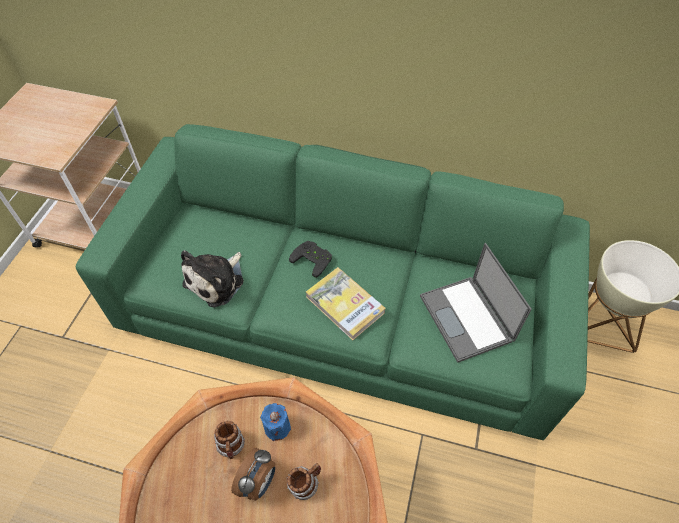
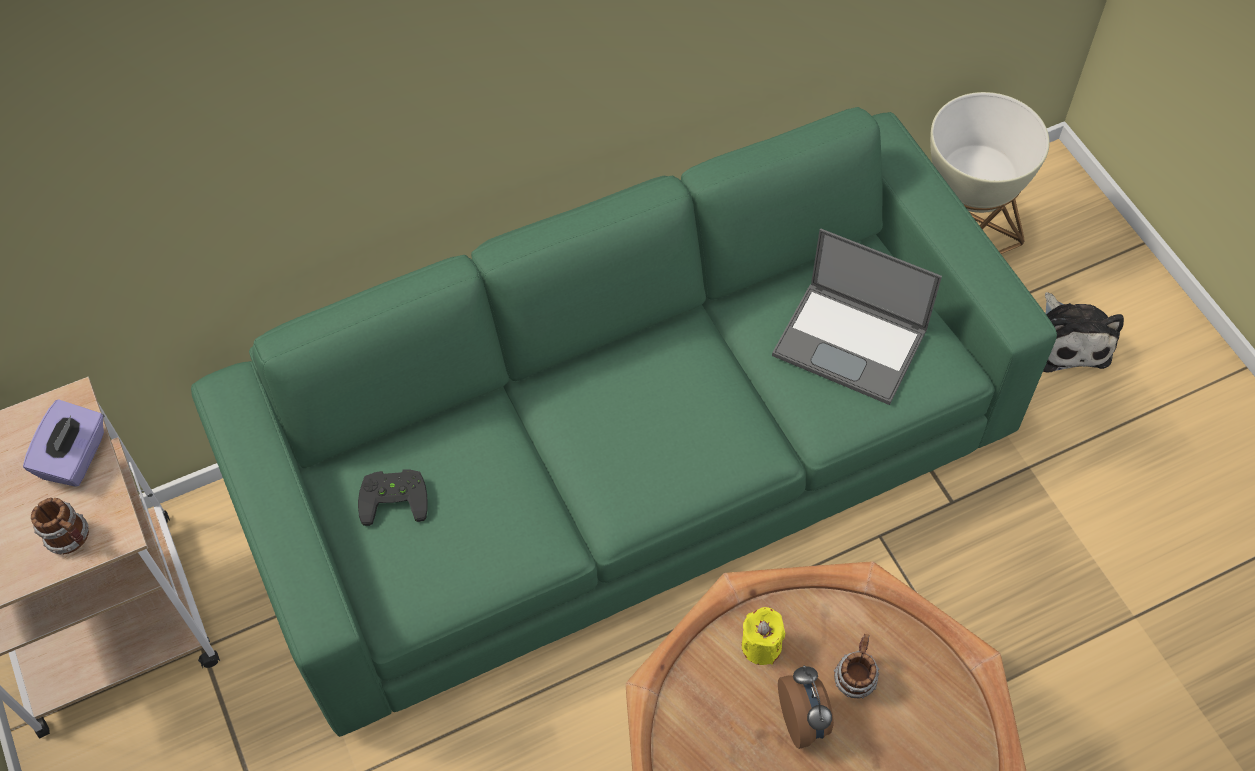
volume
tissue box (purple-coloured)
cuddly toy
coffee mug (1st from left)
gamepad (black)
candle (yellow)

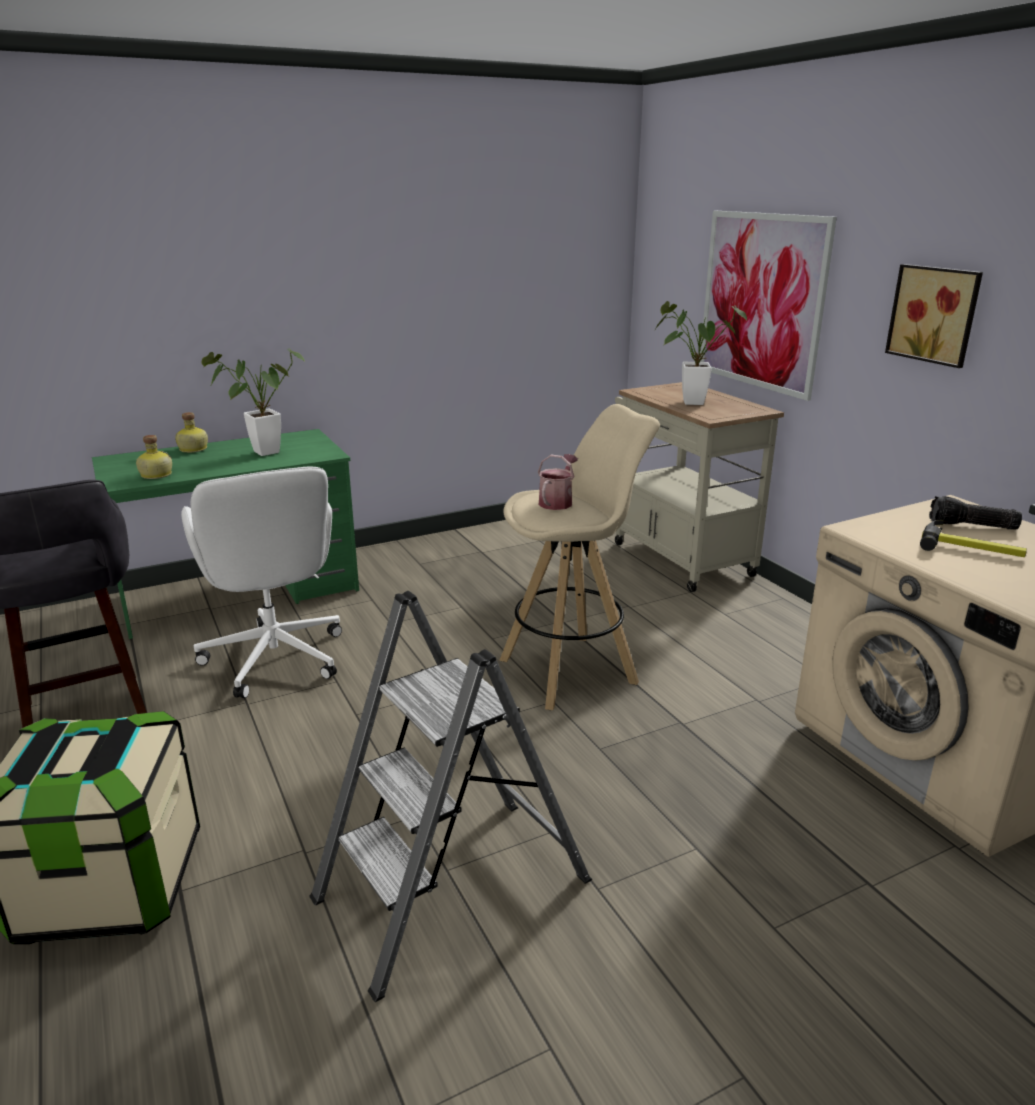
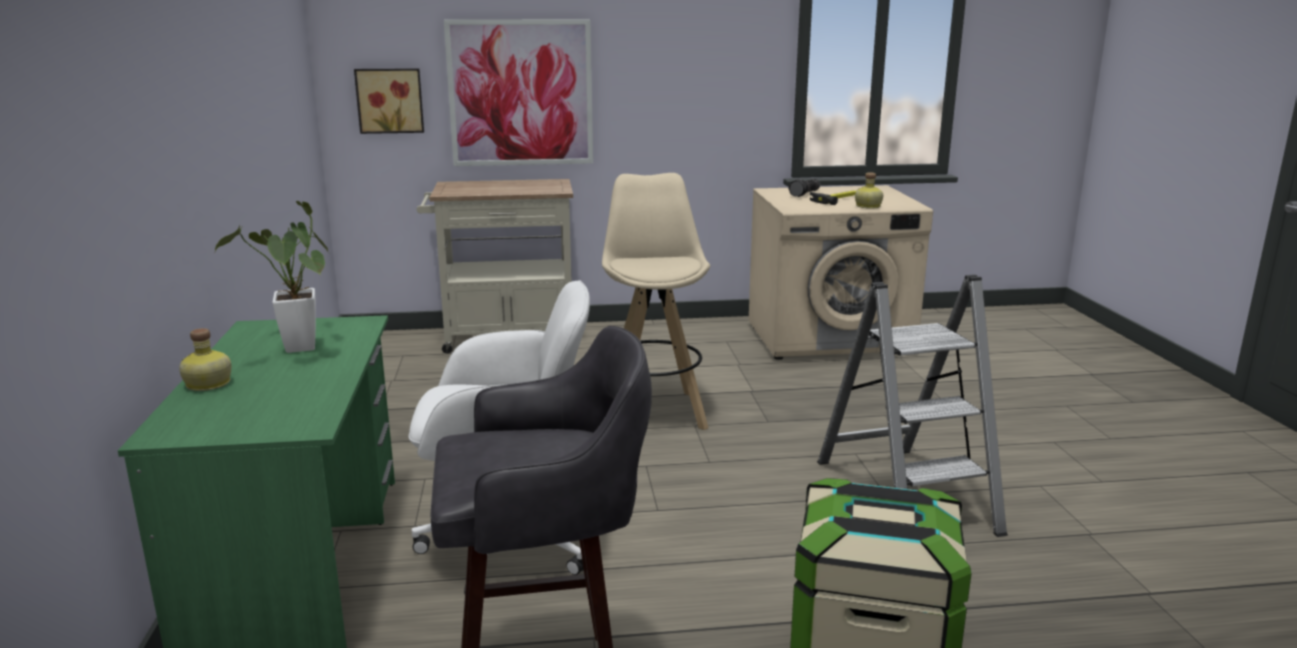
sprinkling can
plant in a pot (2nd from left in the first image)
drink bottle (2nd from left)
picture (1st from left)

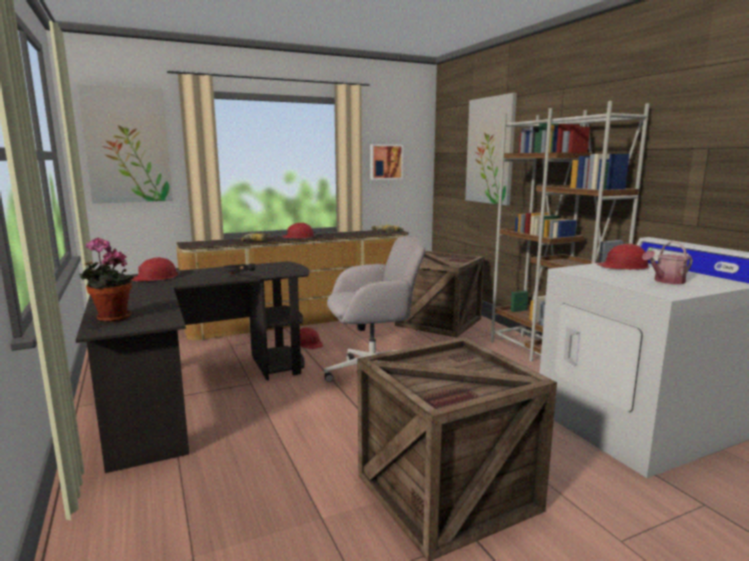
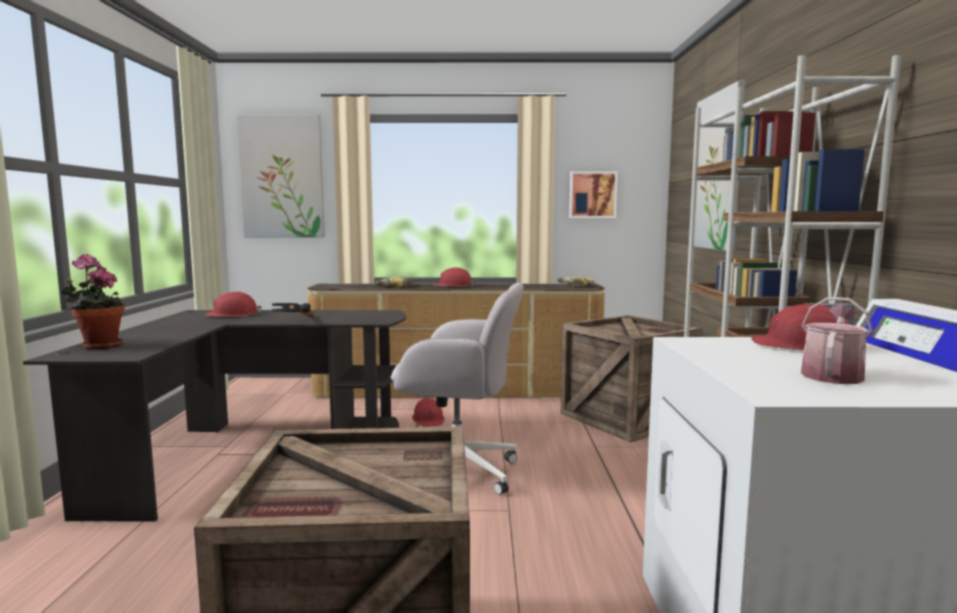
sprinkling can

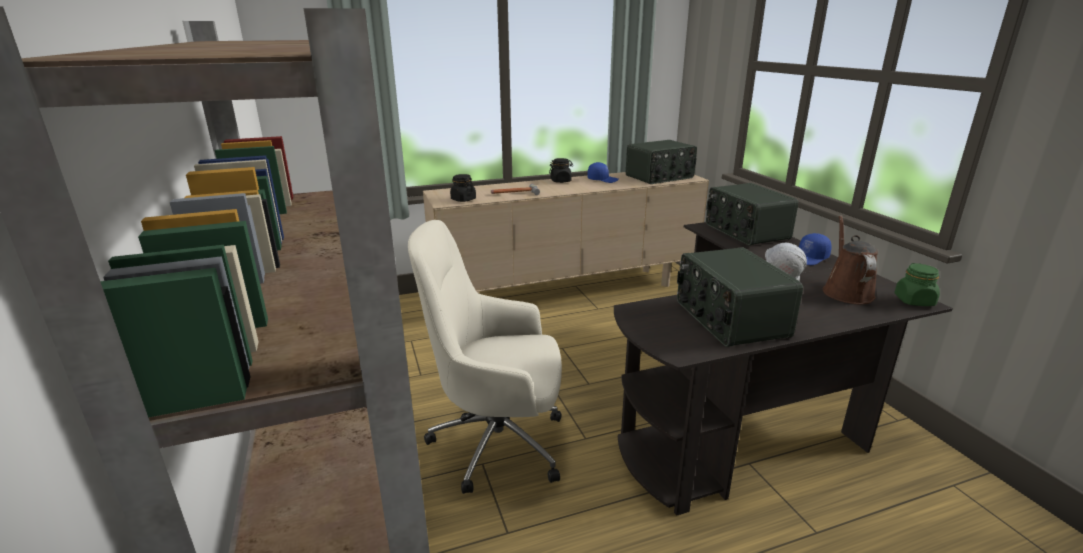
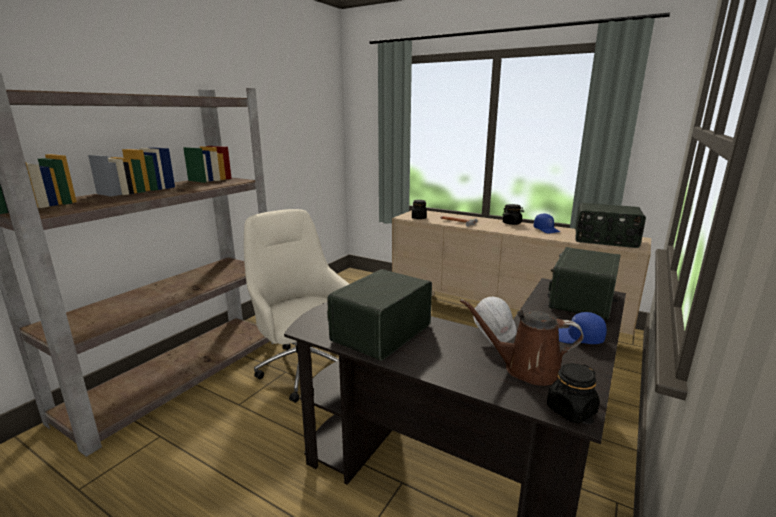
jar (black) (3rd from left)
sprinkling can (brown)

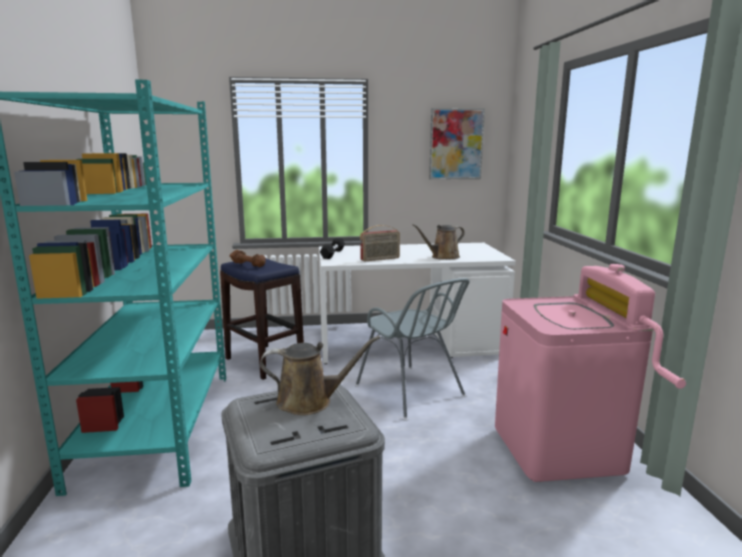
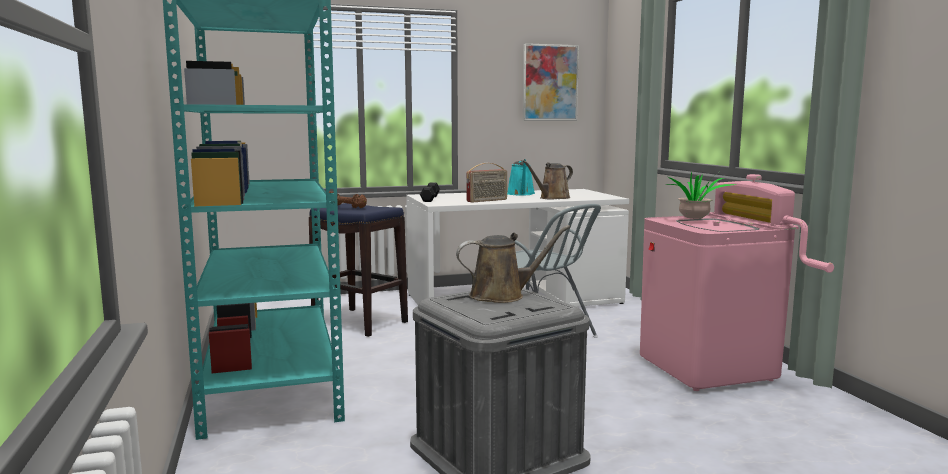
sprinkling can (blue-green)
plant in a pot

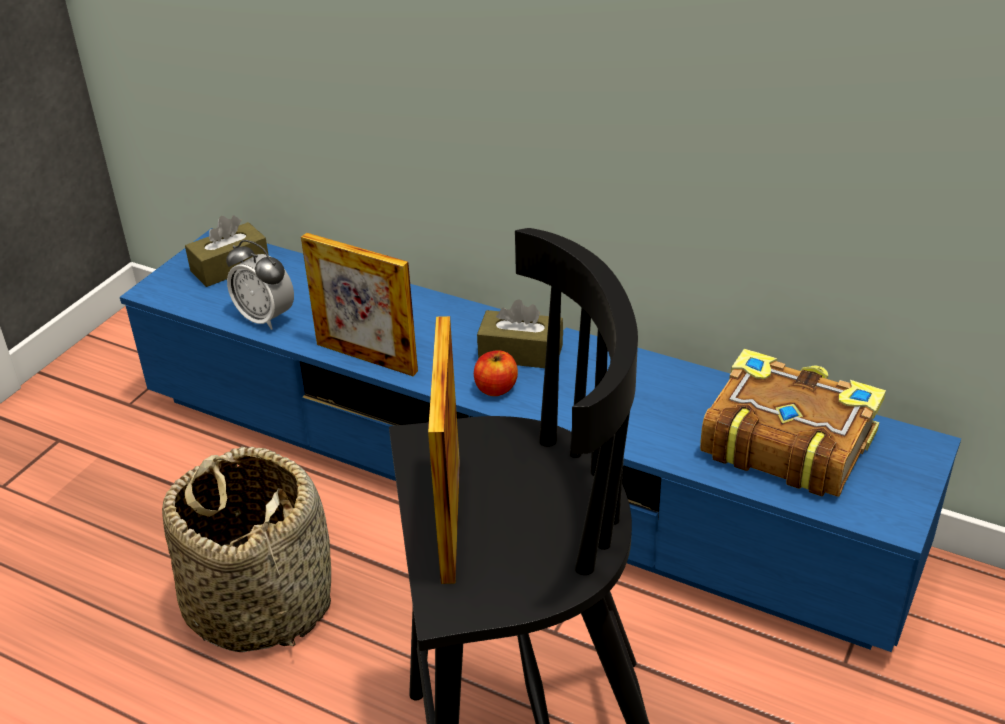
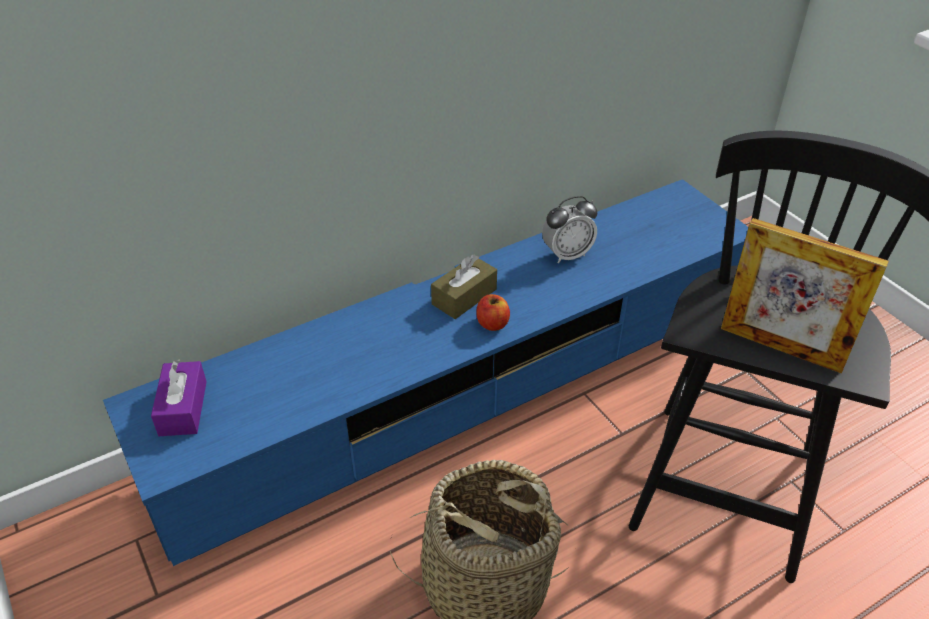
picture frame (1st from left in the first image)
volume
table clock
tissue box (purple-coloured)

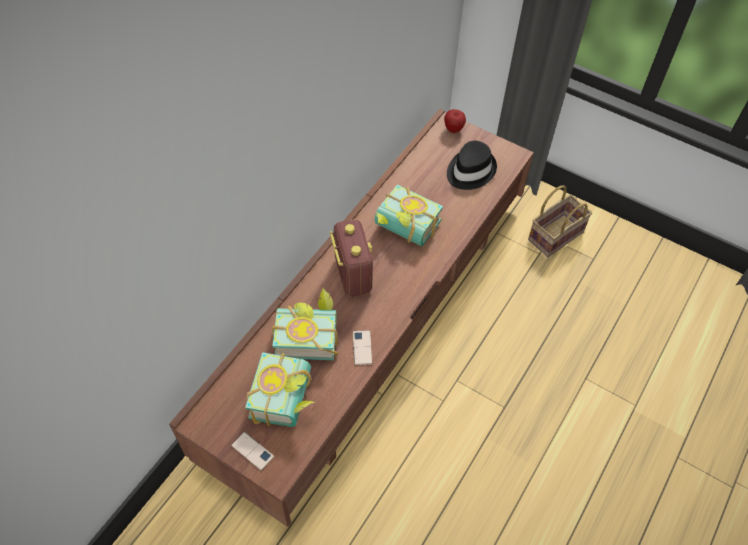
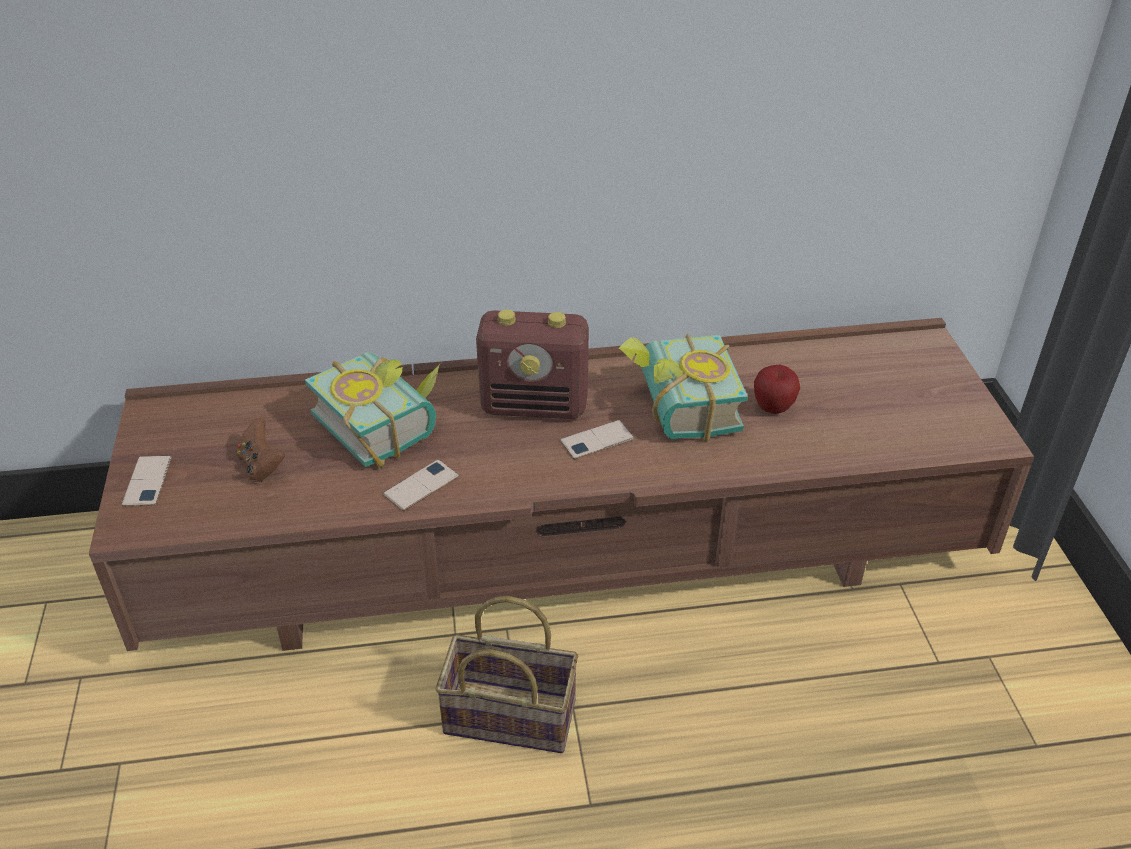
clothing hat (black)
phone (3rd from left)
apple
storage basket
gamepad (brown)
radio

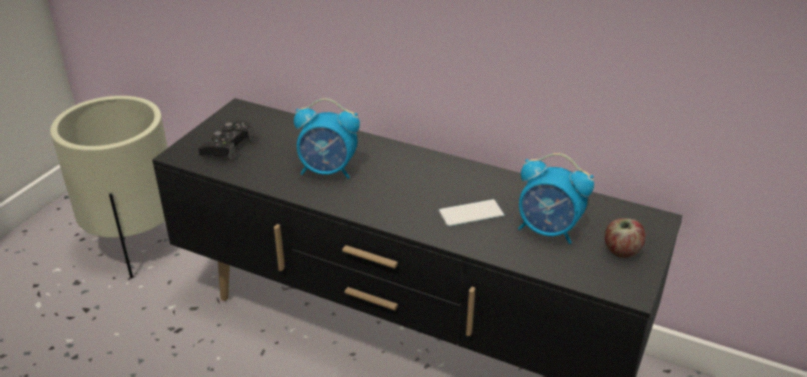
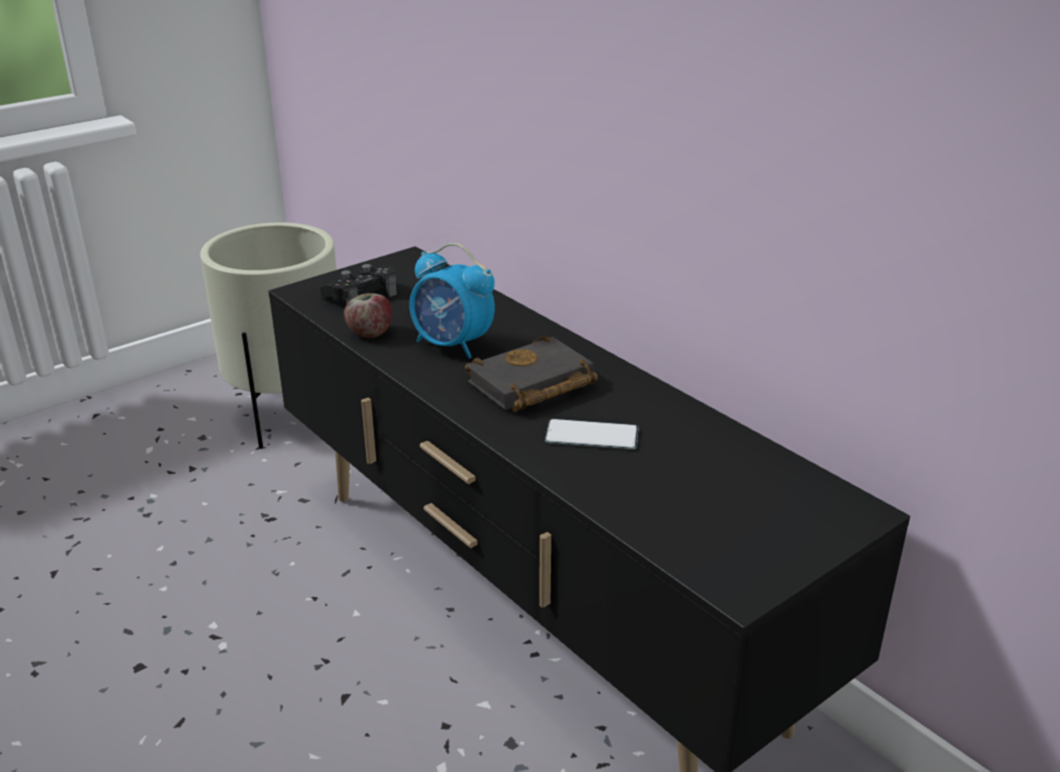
table clock (2nd from left in the first image)
volume (black)
apple

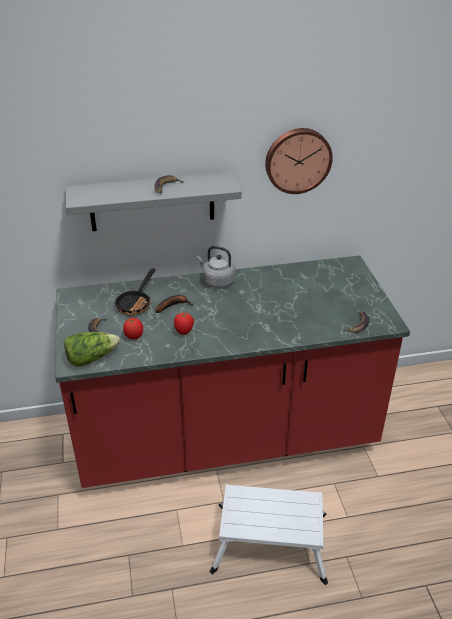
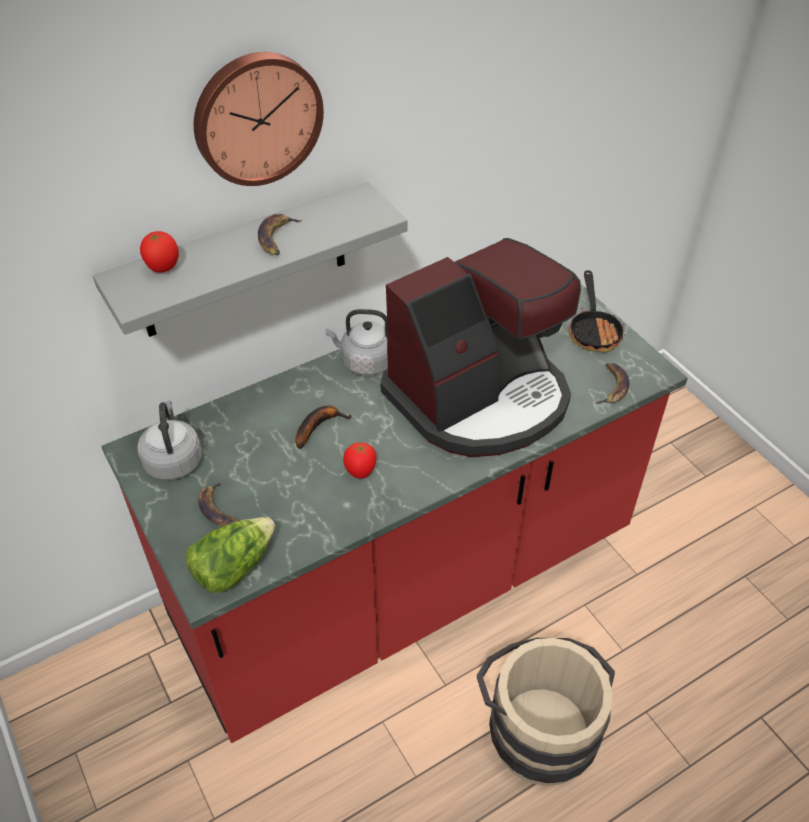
kettle (greyish) (1st from left)
coffee machine
skillet
whole tomato (1st from left)
clock on the wall
bucket (beige)

